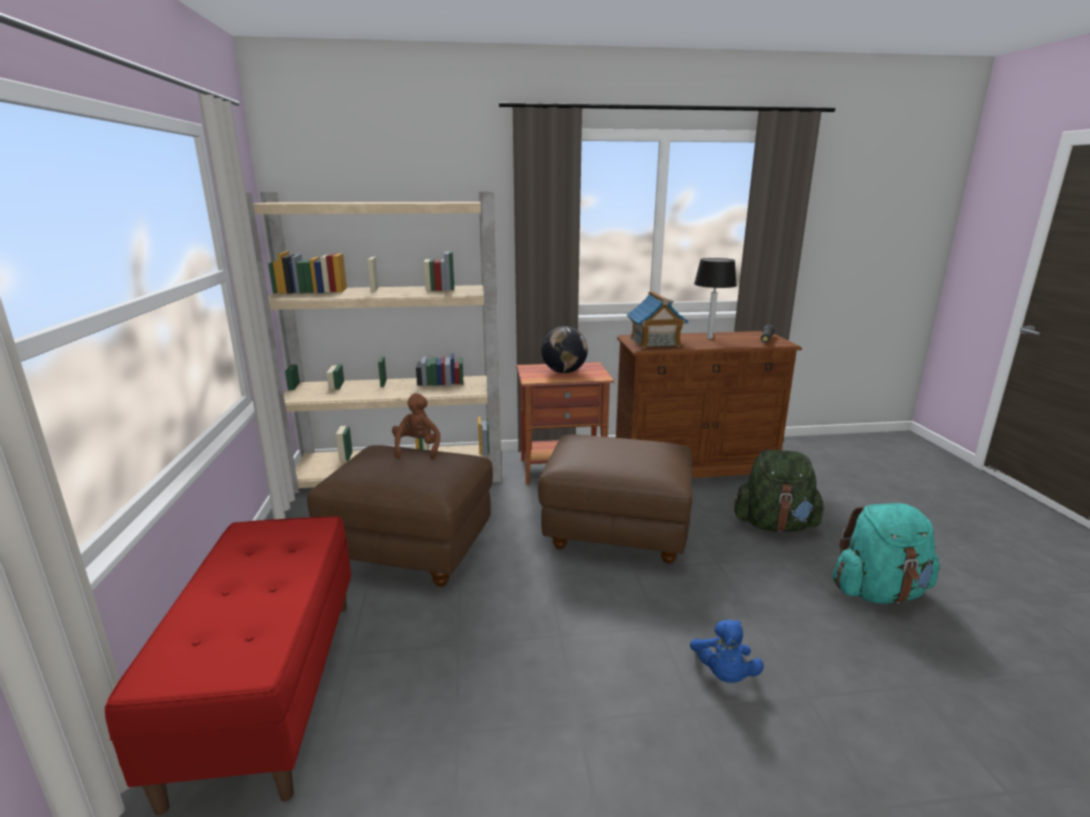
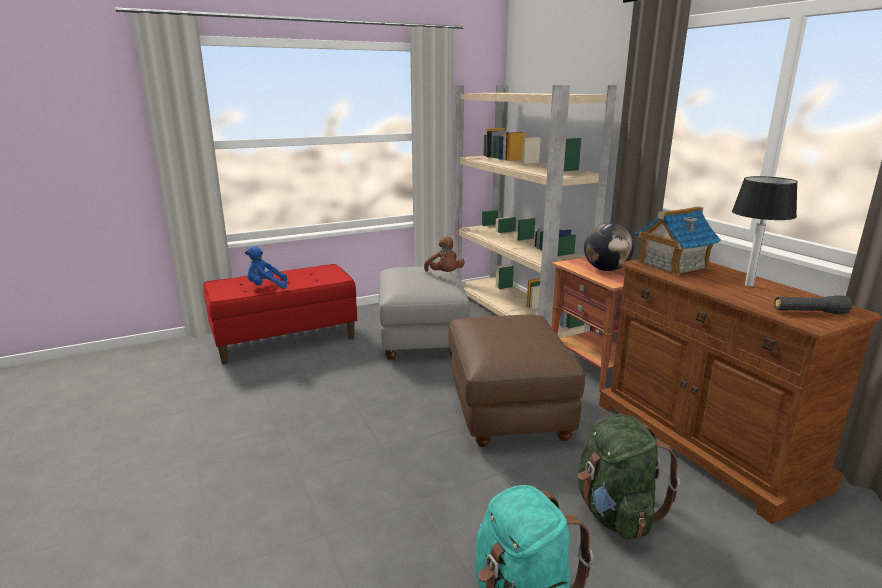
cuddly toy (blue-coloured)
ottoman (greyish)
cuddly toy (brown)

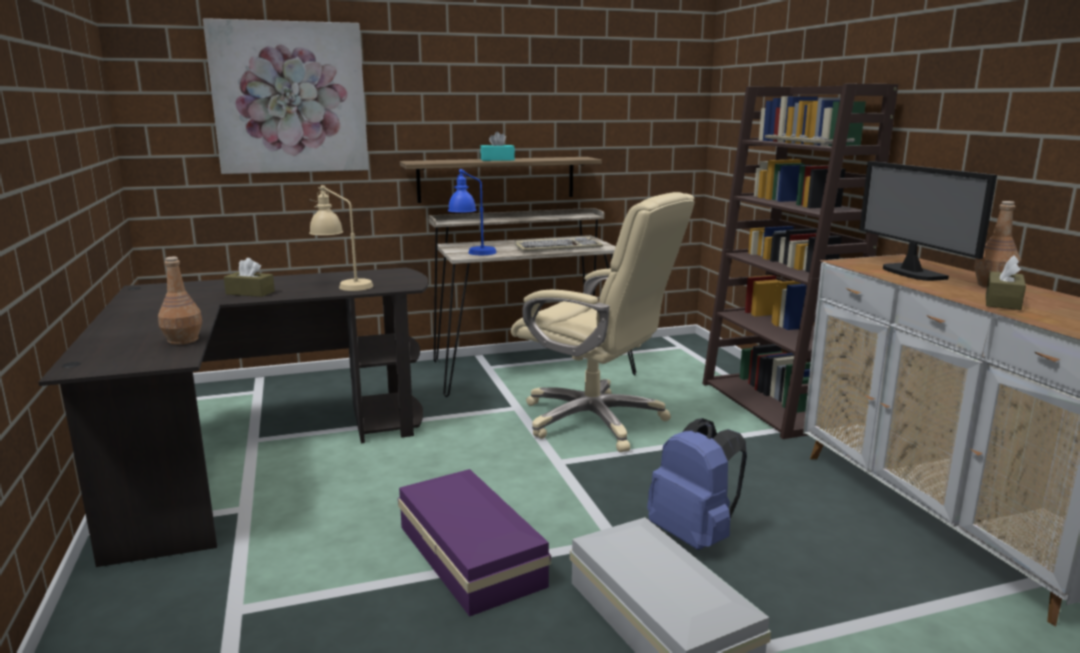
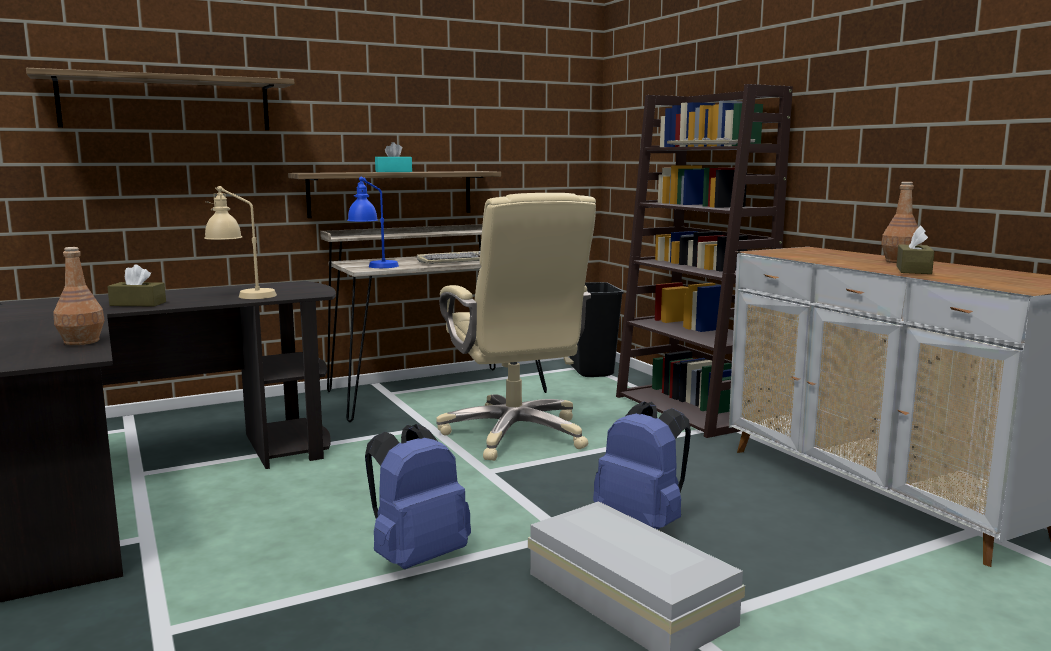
computer screen
trash can (black)
bracket shelf (1st from left)
rucksack (blue-coloured) (1st from left)
office chair (beige)

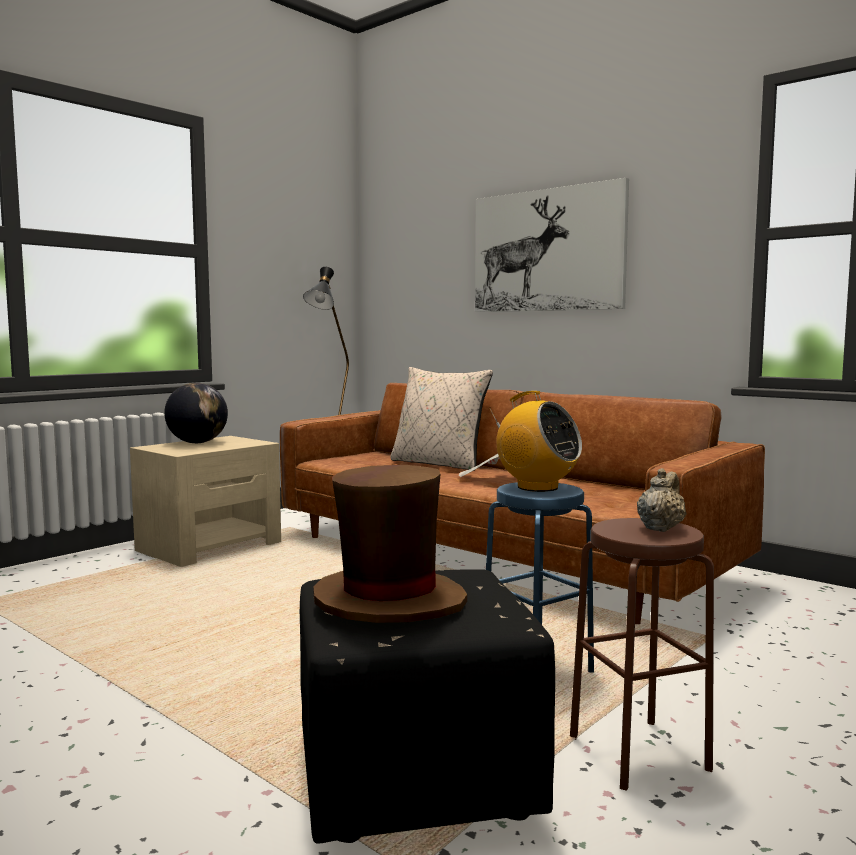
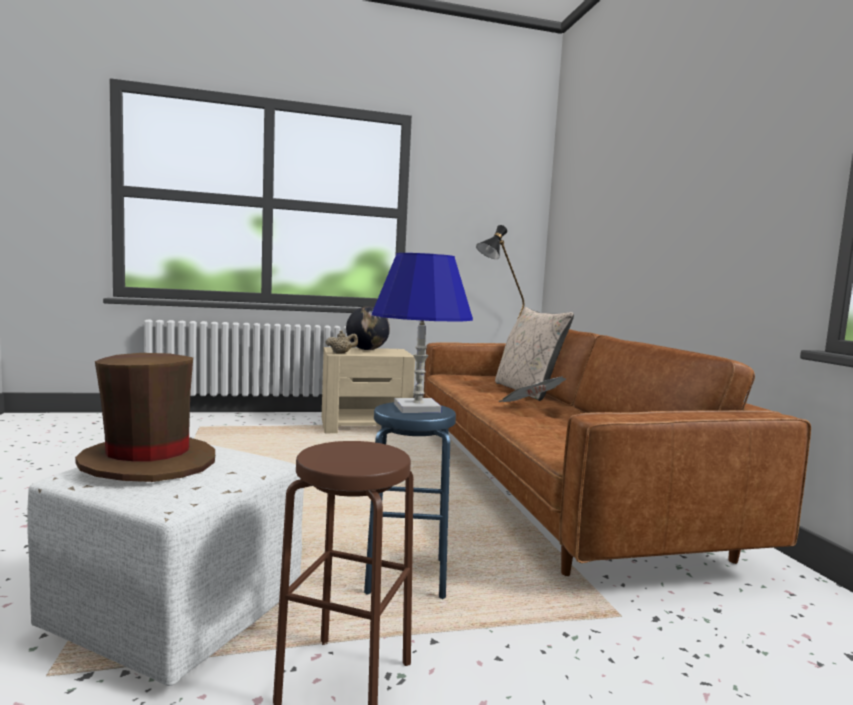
picture
tea pot (beige)
tabletop lamp (blue-coloured)
ottoman (whitish)

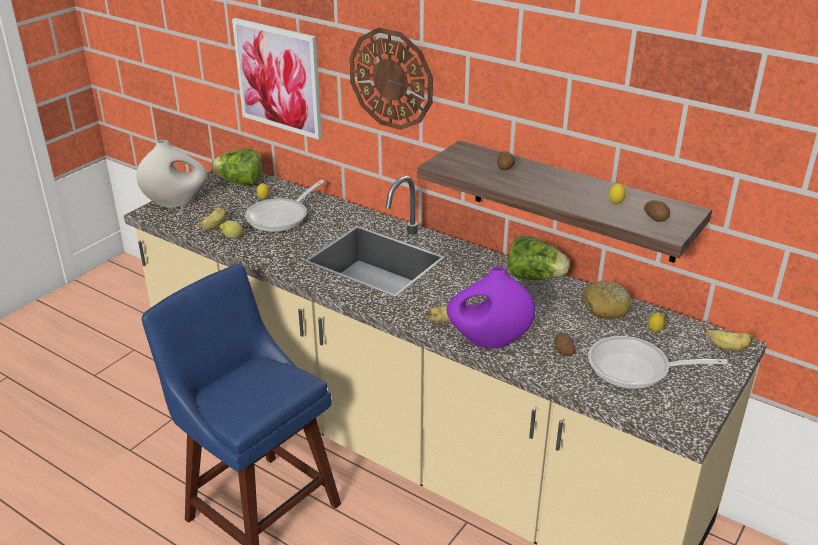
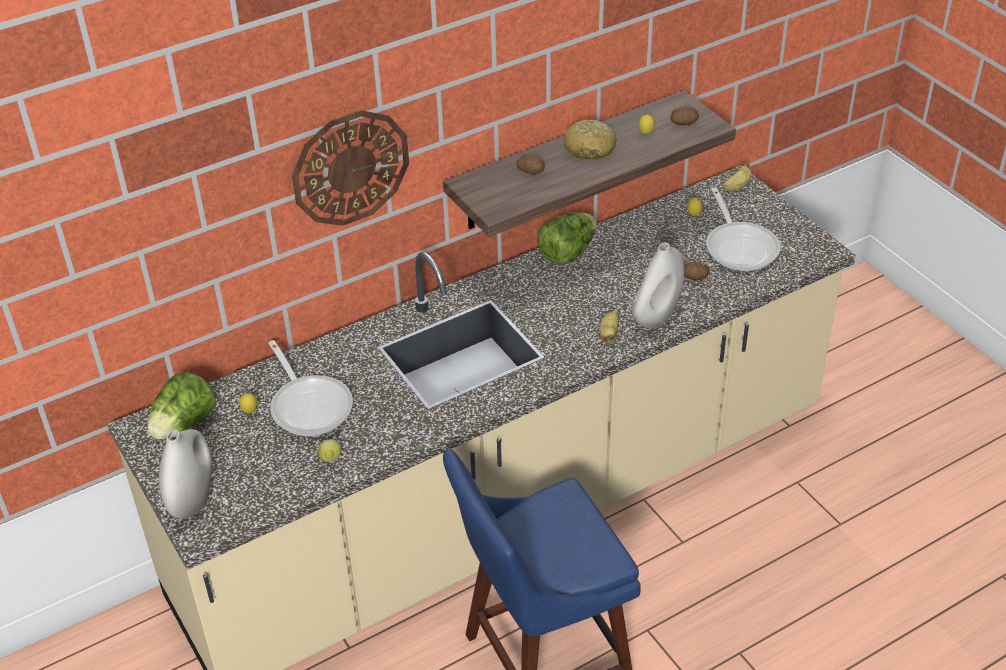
banana (1st from left in the first image)
picture
bakery bread
vase (whitish) (2nd from left)
skillet (2nd from left)

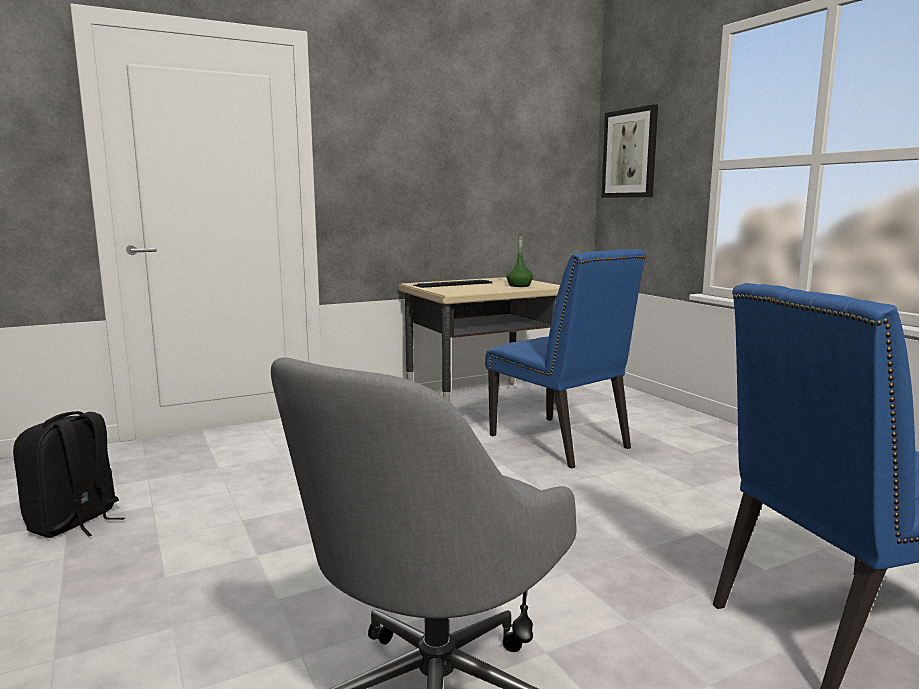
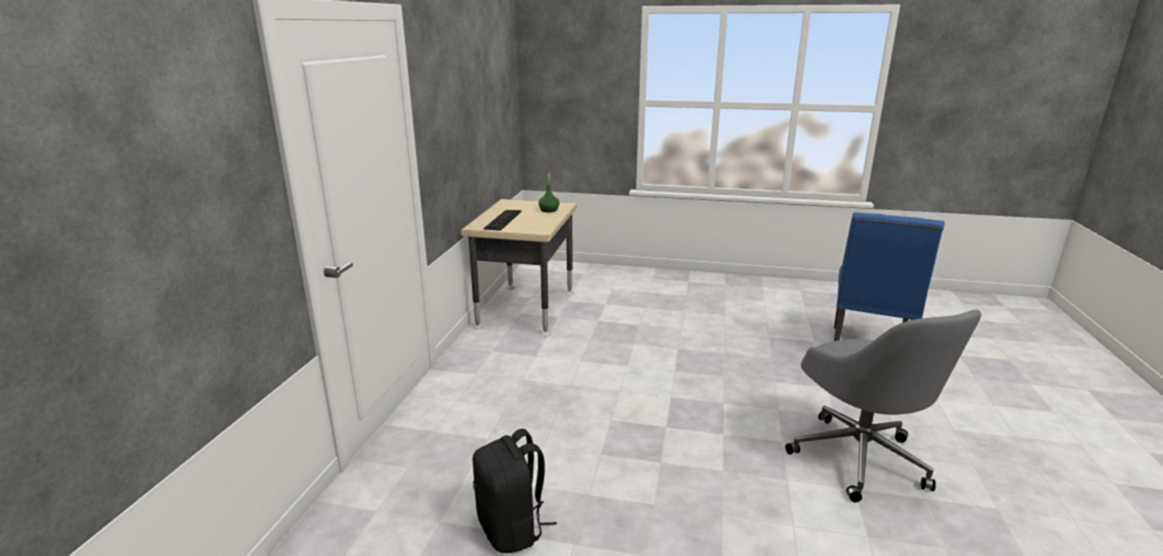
upright chair (blue-coloured) (1st from left in the first image)
picture

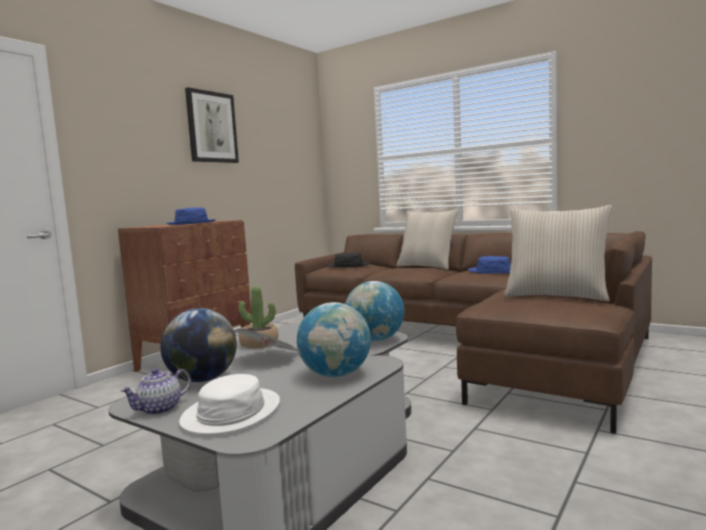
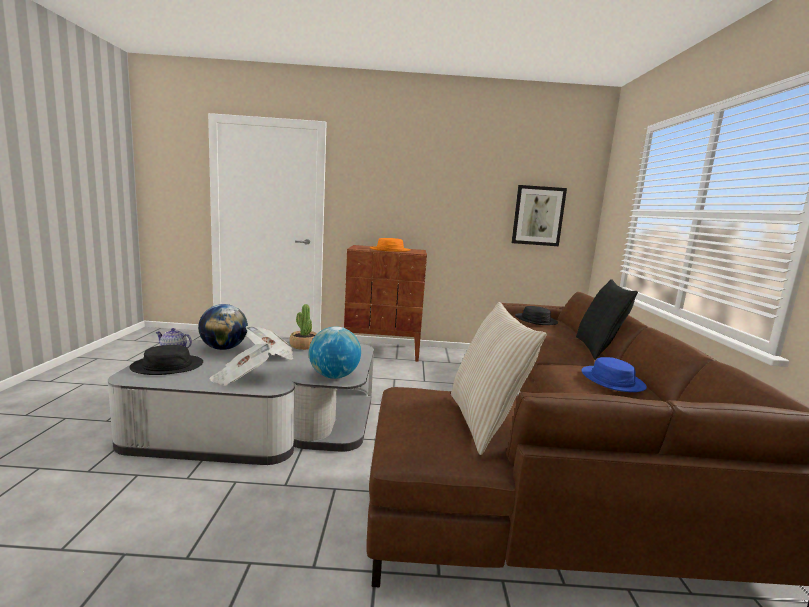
picture
newspaper (1st from left)
clothing hat (orangey)
clothing hat (black) (1st from left)
throw pillow (black)

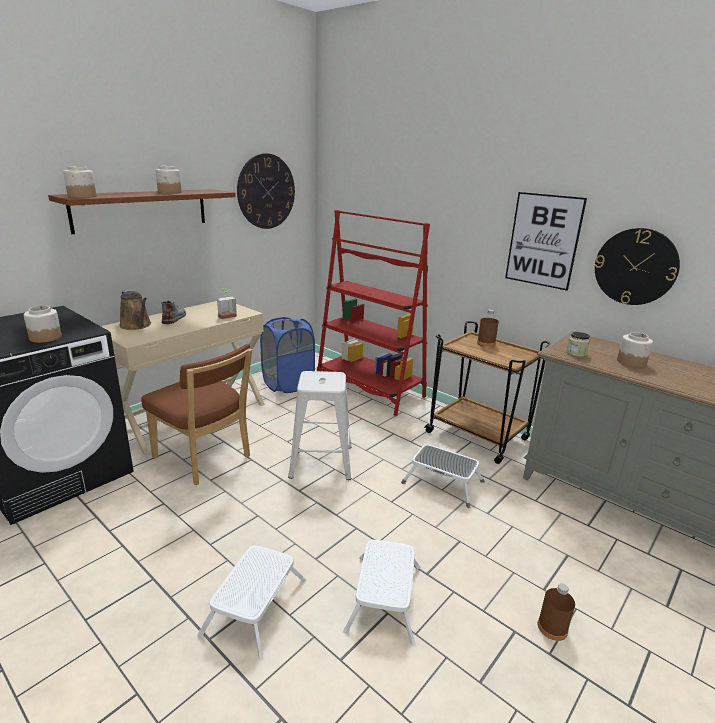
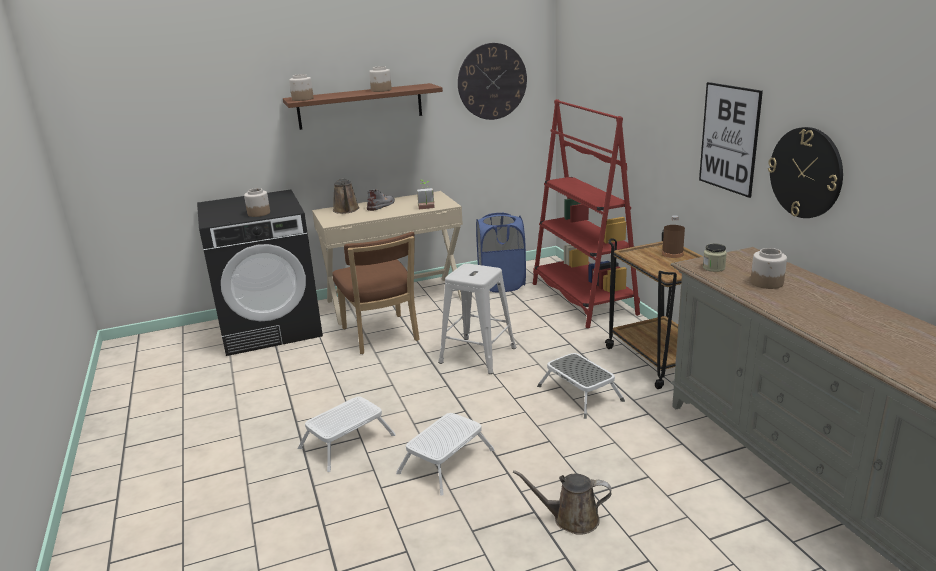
sprinkling can (brown) (2nd from left)

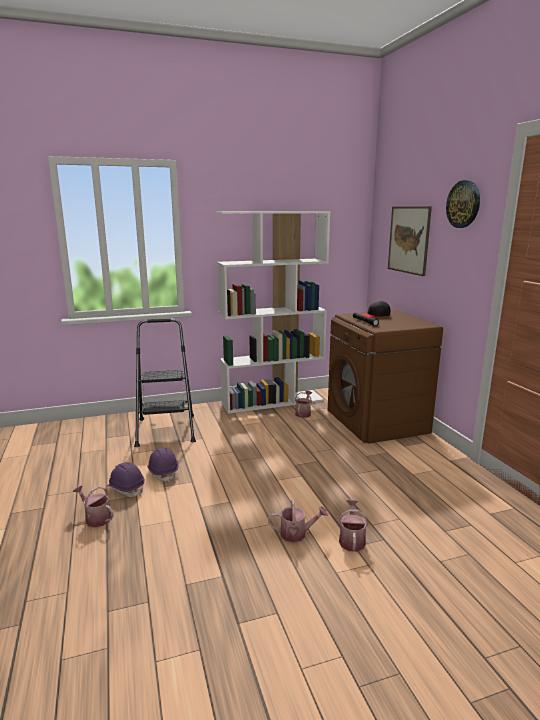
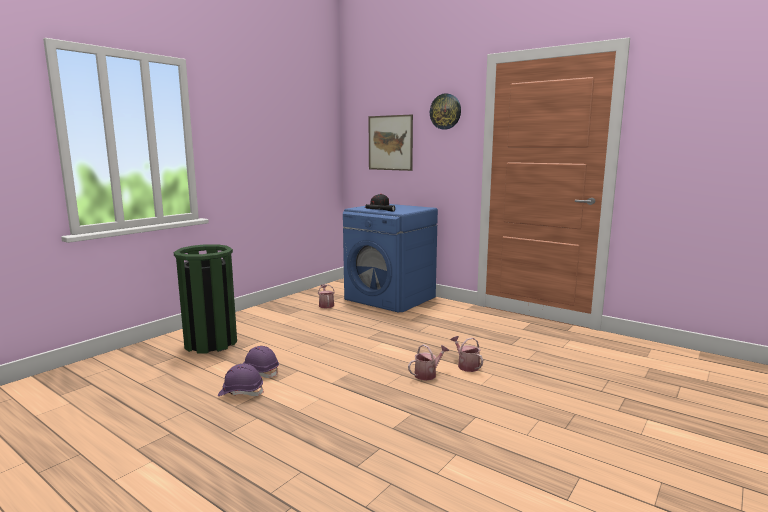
sprinkling can (1st from left in the first image)
bookcase (whitish)
trash can (green)
laundry machine (blue-coloured)

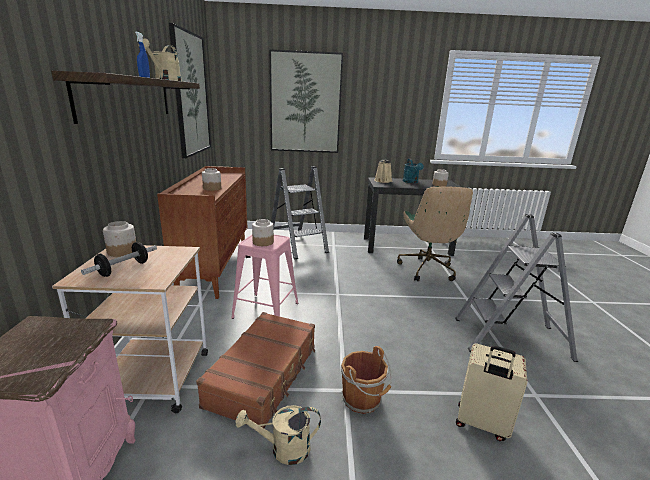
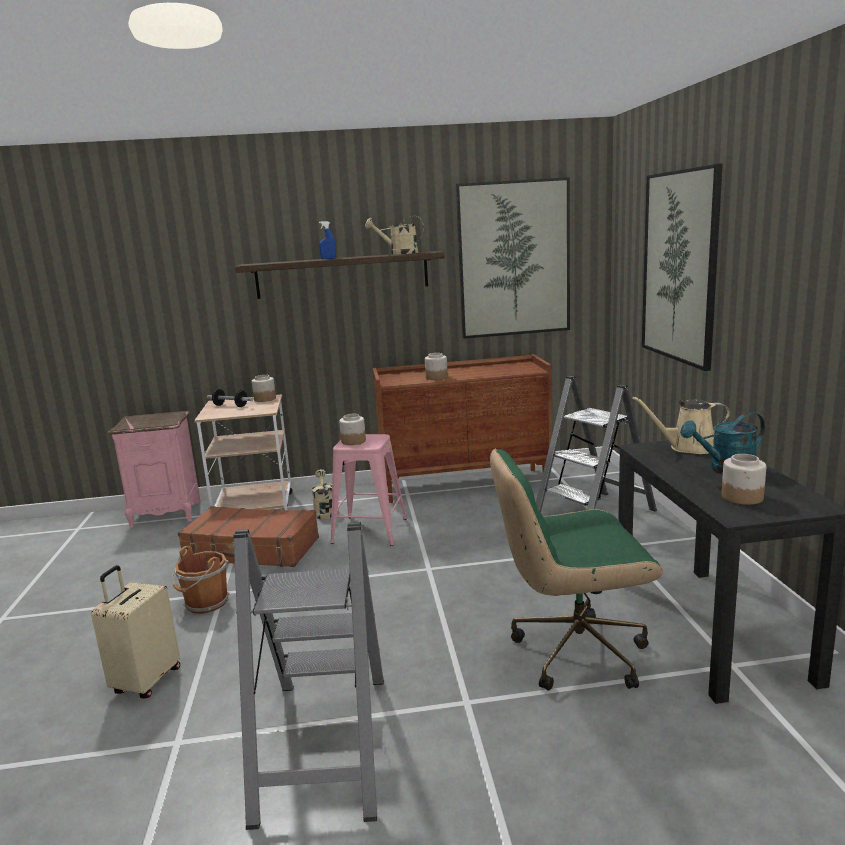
sprinkling can (beige) (1st from left)

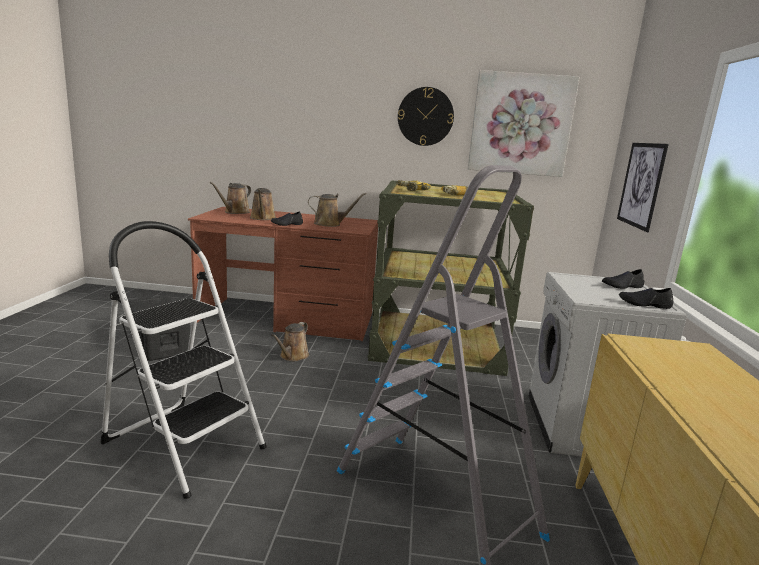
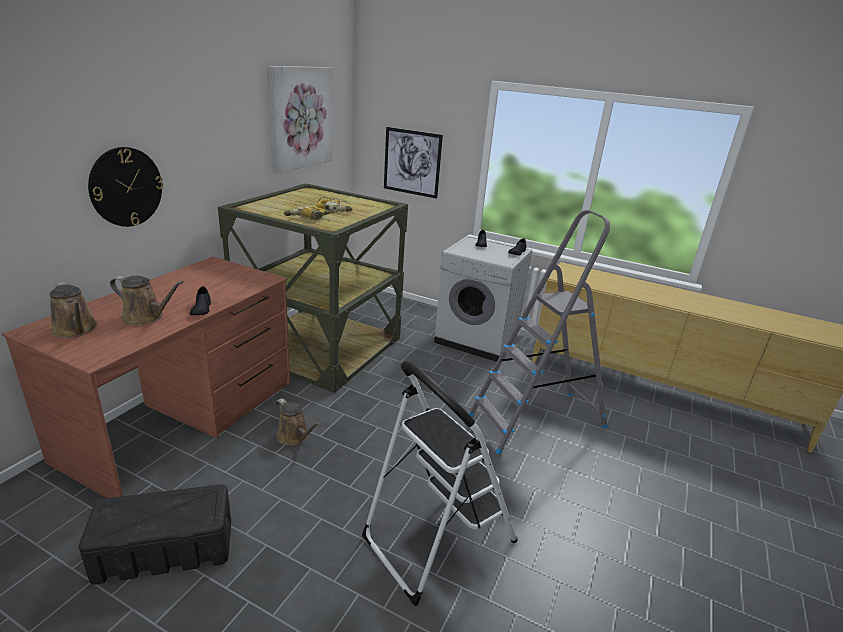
sprinkling can (brown) (4th from left in the first image)
clock on the wall

